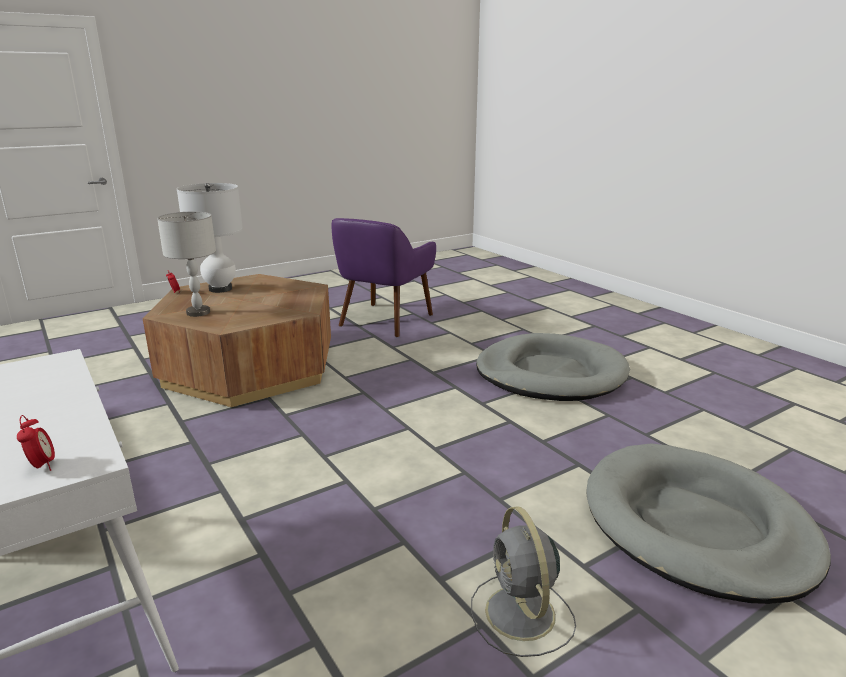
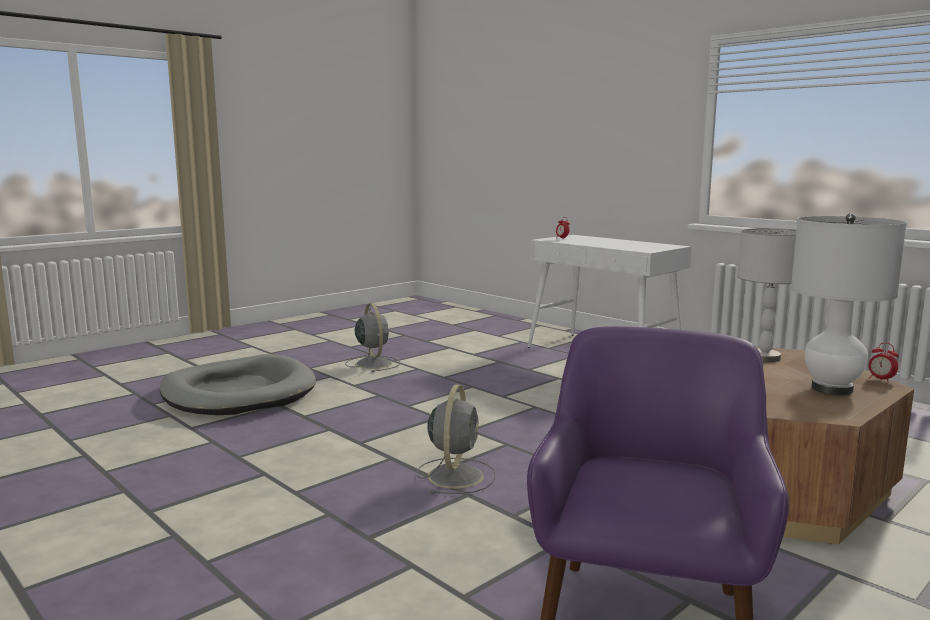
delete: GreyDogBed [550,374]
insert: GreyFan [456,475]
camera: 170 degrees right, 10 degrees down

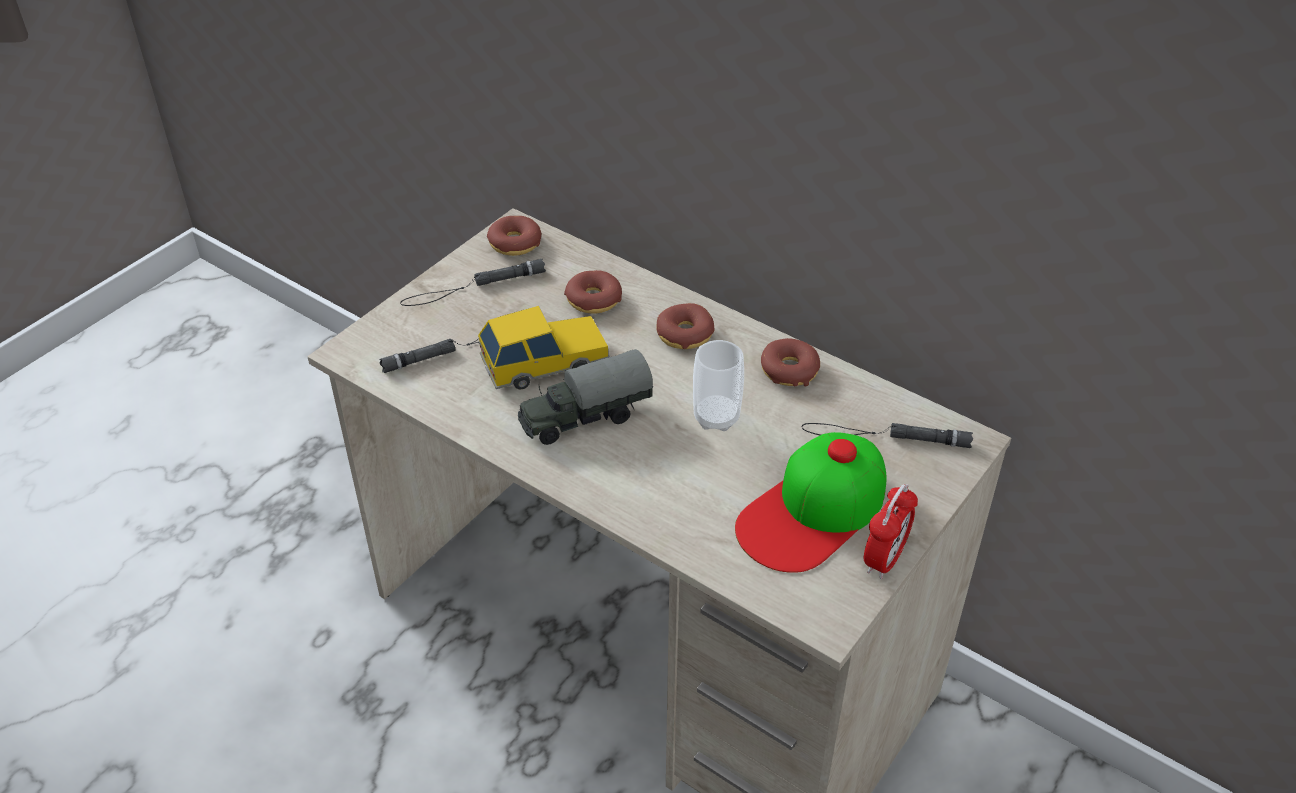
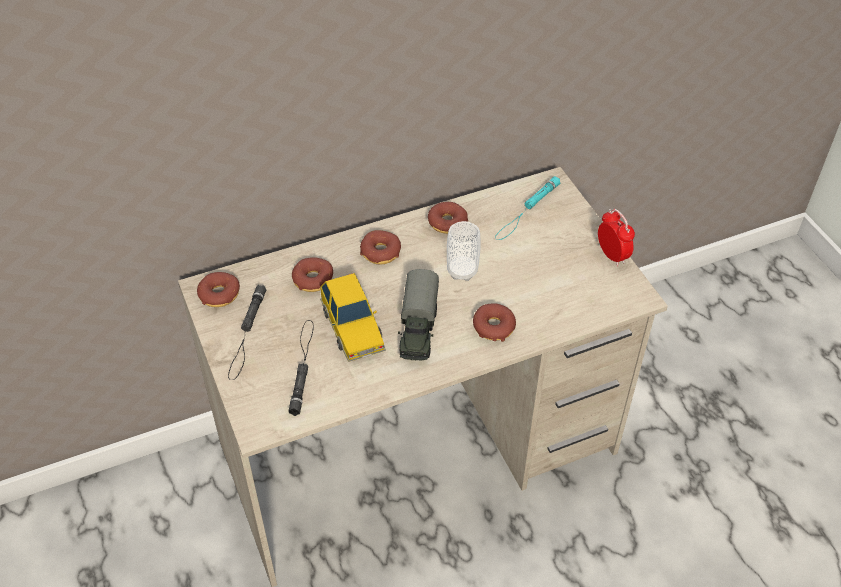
delete: Cap [813,511]
insert: Donut [493,327]
recolor: BlackFlashlight [885,436] to TurquoiseFlashlight [527,211]
rotate: ToyCar [545,362] = [353,327] 150 degrees clockwise
camera: 60 degrees left, 5 degrees up

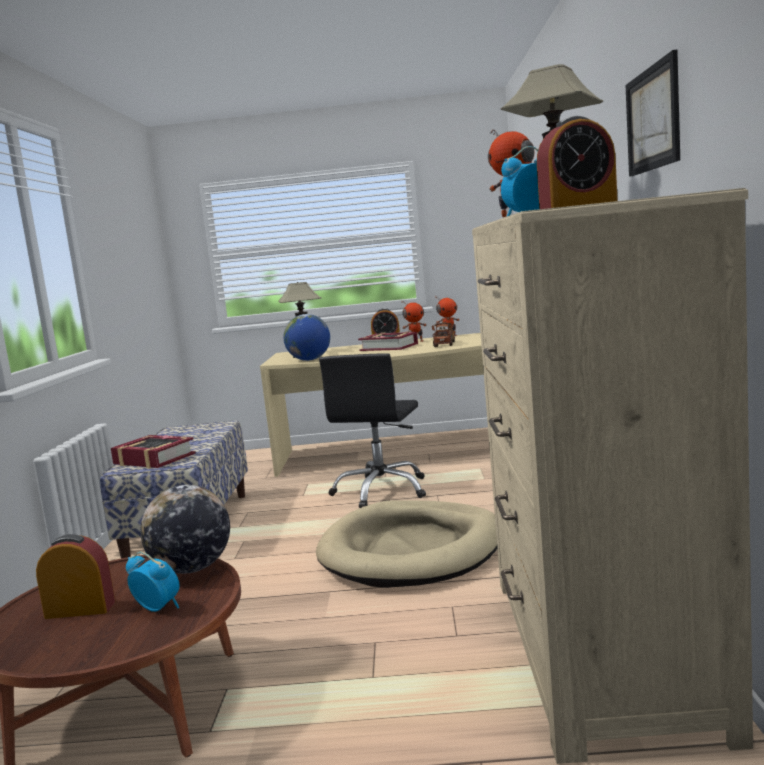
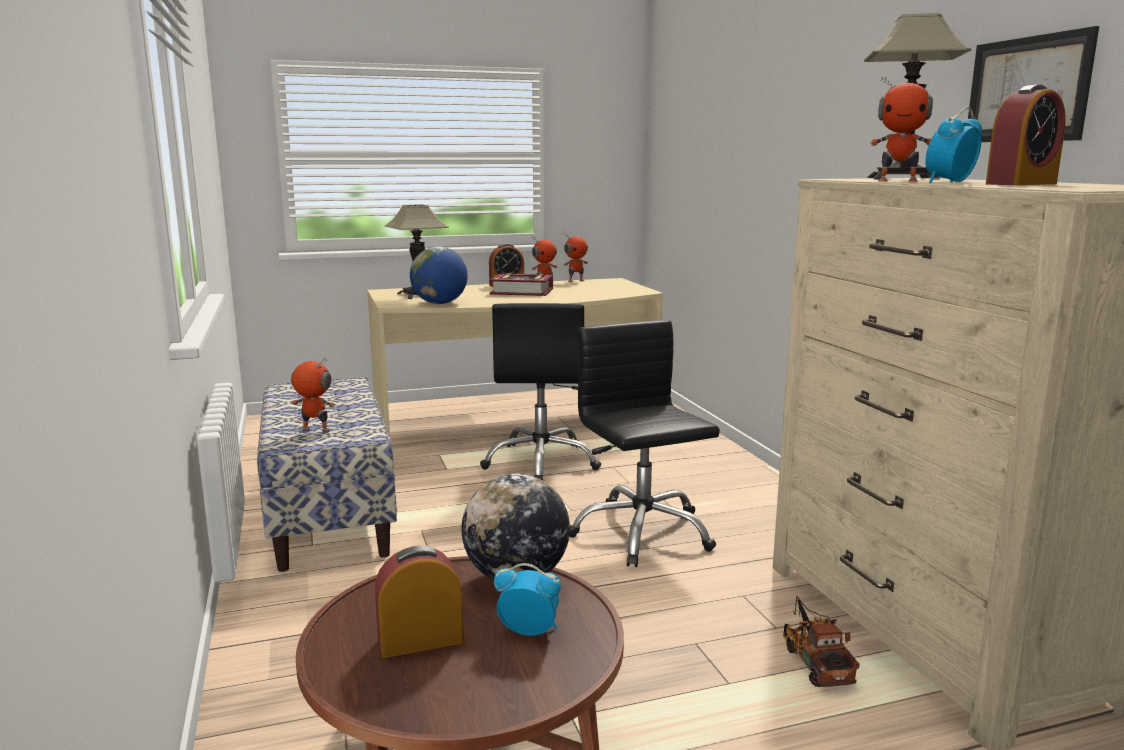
move: ToyTruck [445,344] to [814,660]
replace: Book [154,459] to ToyRobot [315,431]; BeigeDogBed [412,550] to BlackOfficeChair [641,532]
camera: 20 degrees left, 5 degrees up

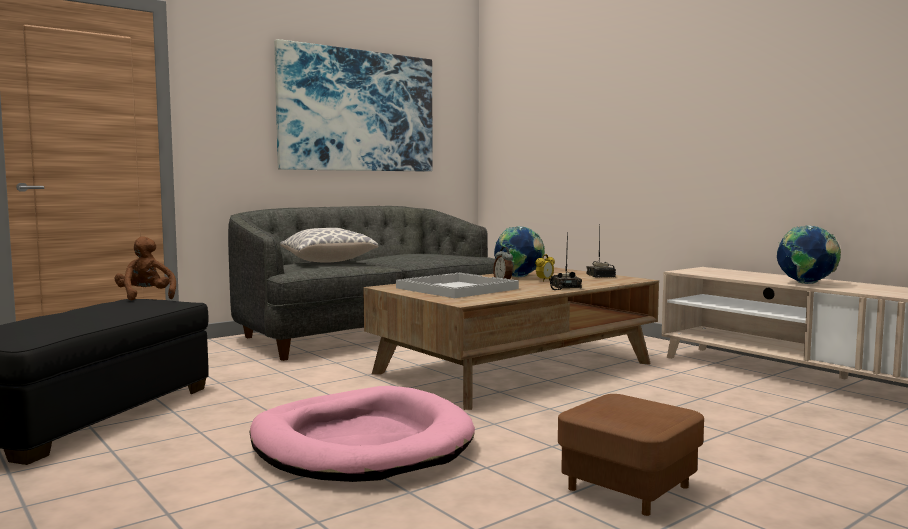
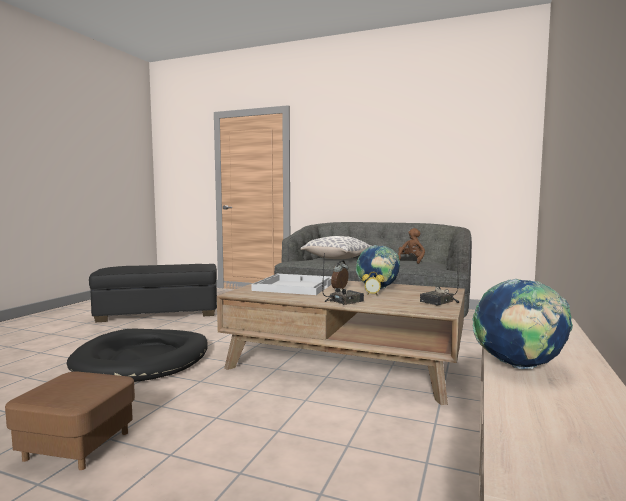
delete: Picture [358,111]
move: BrownPlushToy [146,297] to [411,261]
recolor: PinkDogBed [361,443] to BlackDogBed [143,360]
camera: 60 degrees right, 0 degrees up

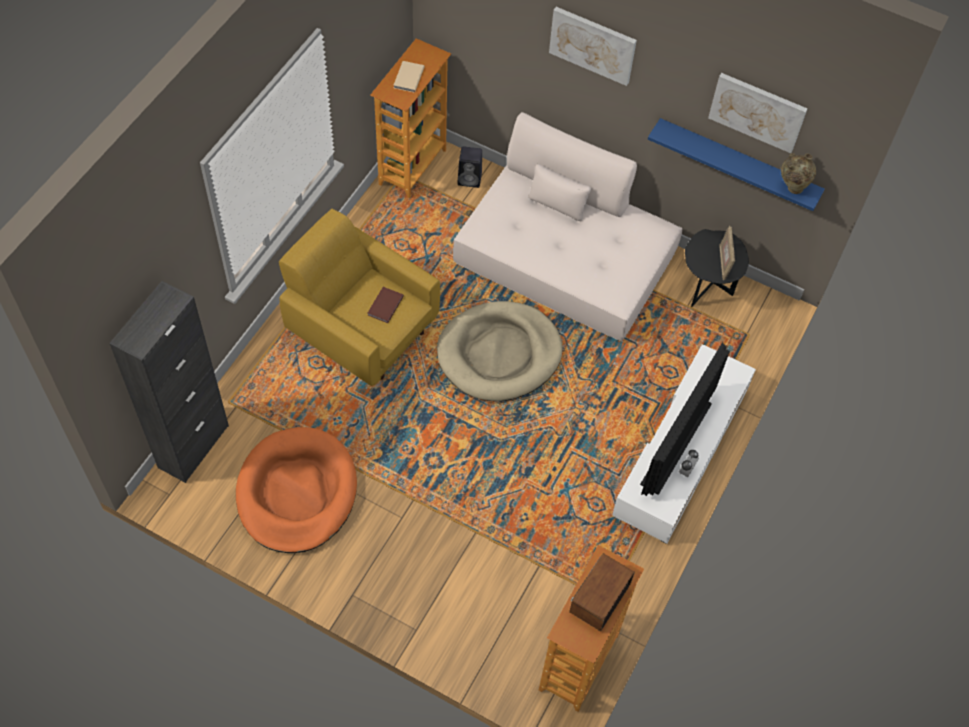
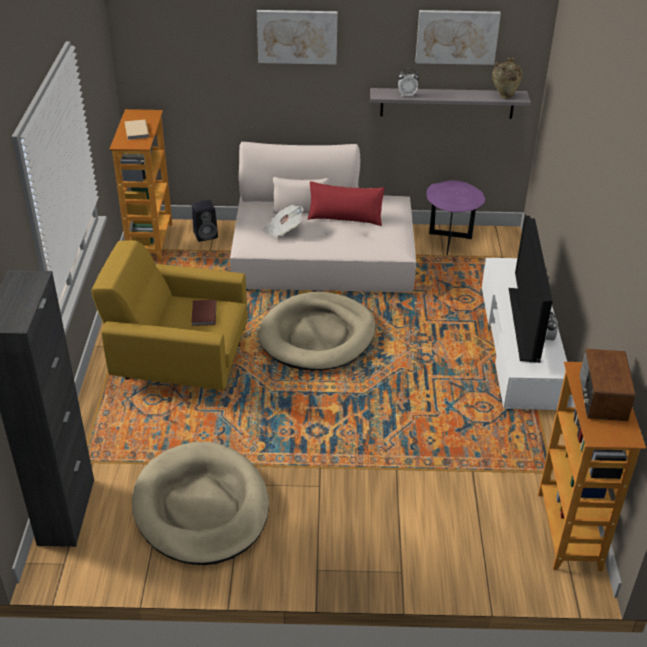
delete: PictureFrame [723,263]
insert: AlarmClock [407,95]; RedPillow [345,218]; Newspaper [283,230]
recolor: BlueShelf [737,163] to GreyShelf [447,103]; BlackSideTable [705,292] to PurpleSideTable [449,243]; OrangeDogBed [297,492] to BeigeDogBed [201,507]
camera: 25 degrees left, 20 degrees down

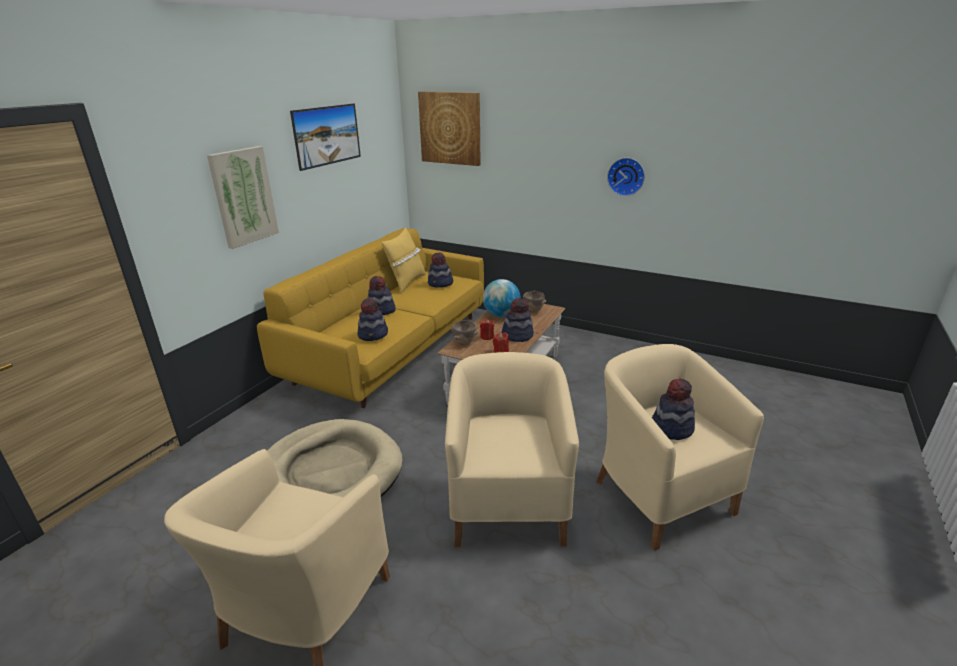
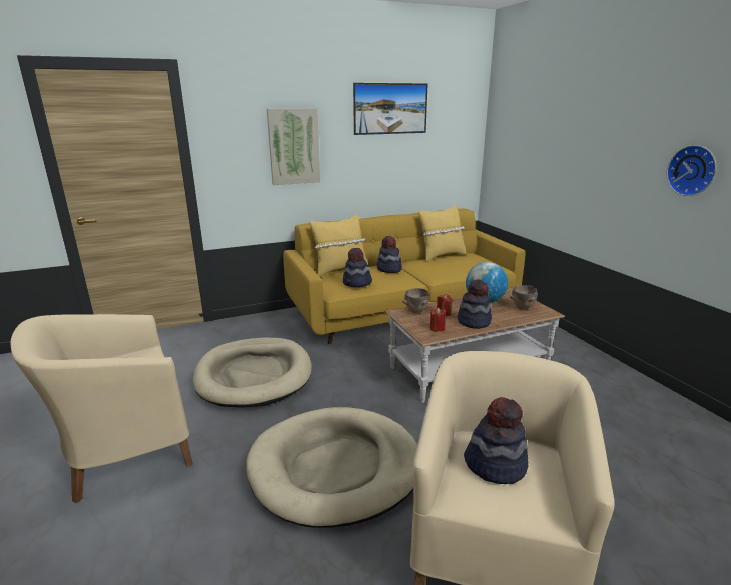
delete: Picture [450,128]; Hat [440,284]
insert: YellowPillow [340,270]
replace: BeigeArmchair [508,504] to BeigeDogBed [336,468]
camera: 40 degrees right, 5 degrees down

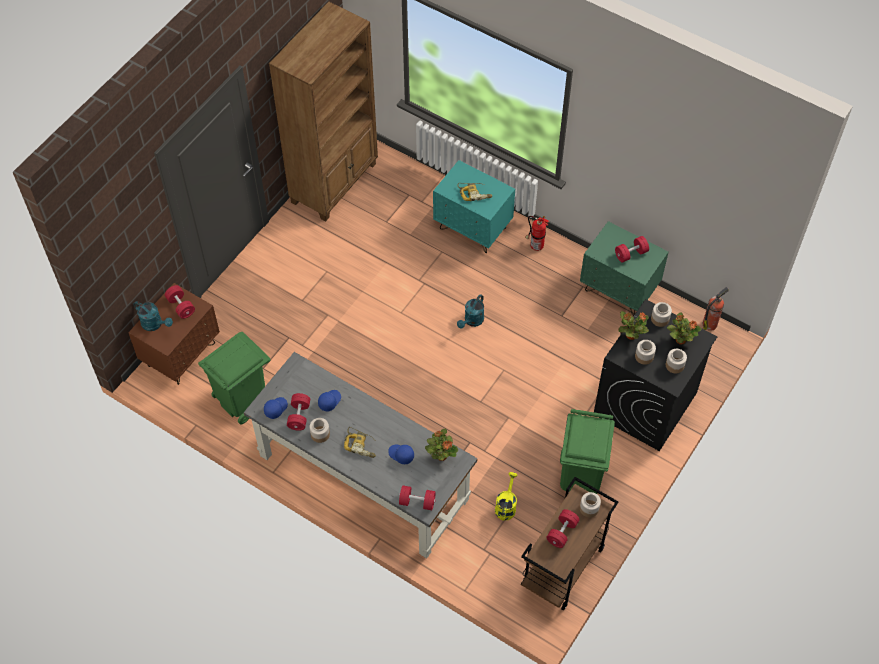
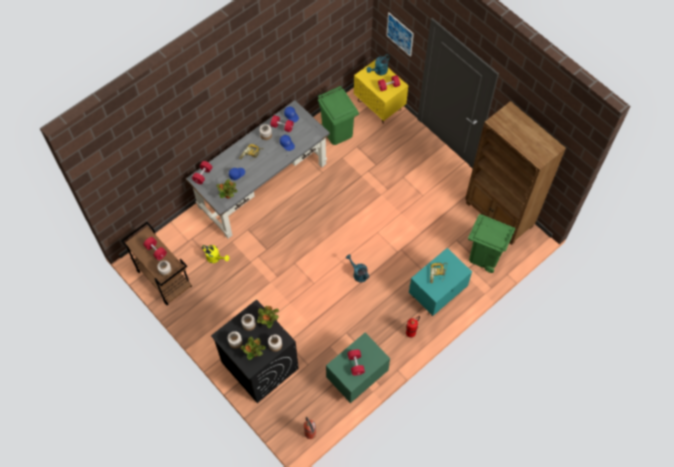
insert: Picture [400,34]
move: GreenTrashCan [581,475] to [484,256]
recolor: BrownNightstand [181,355] to YellowNightstand [379,106]
camera: 105 degrees right, 5 degrees up

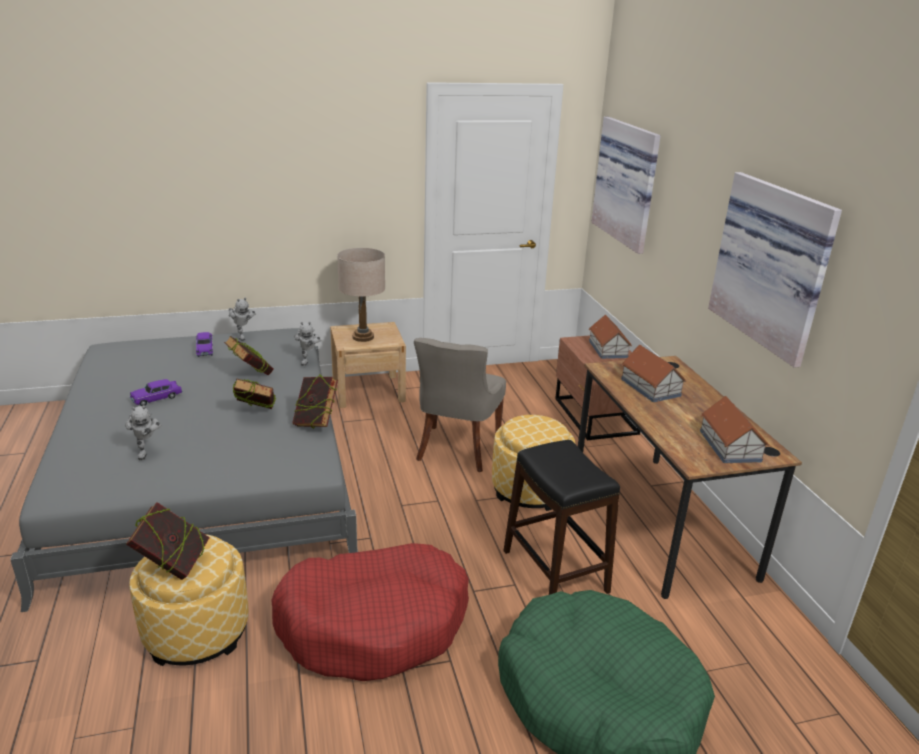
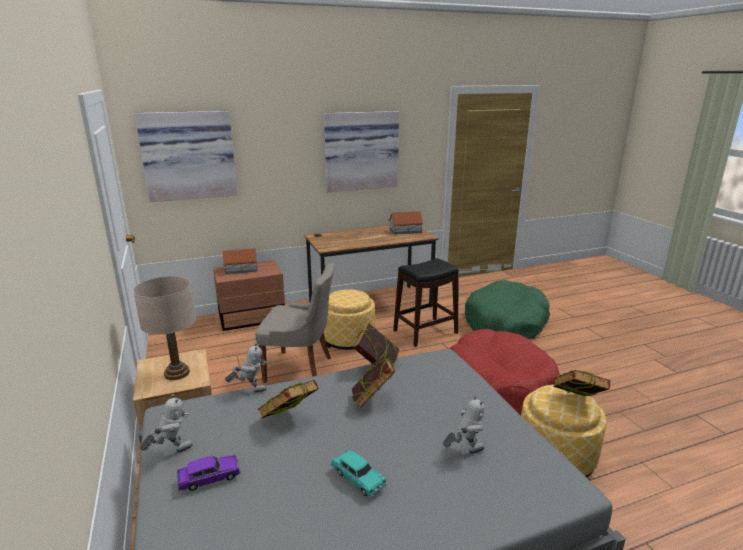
delete: ToyHouse [650,387]
recolor: PurpleToyCar [157,398] to TurquoiseToyCar [358,479]
camera: 95 degrees left, 5 degrees down

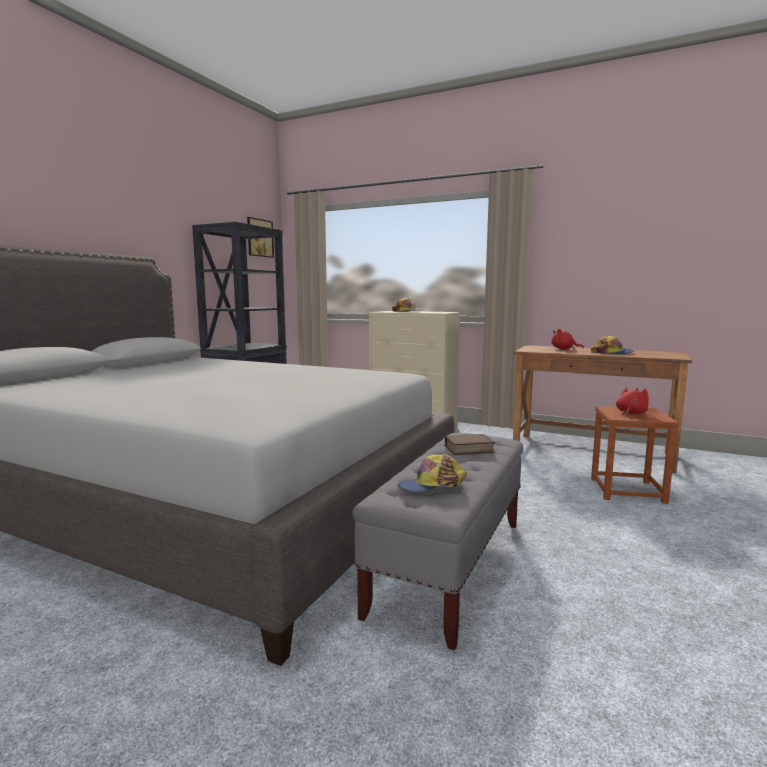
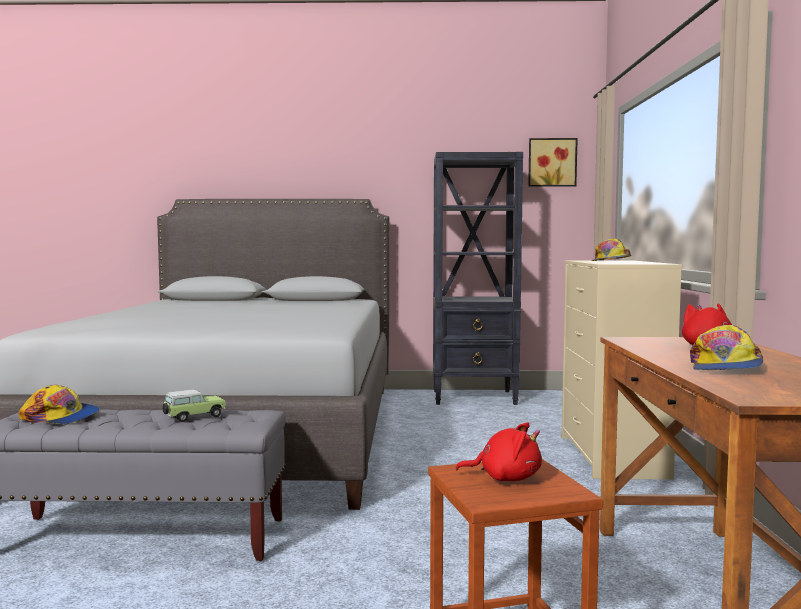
replace: Book [469,449] to ToyCar [192,417]
rotate: Cap [432,486] = [61,417] 150 degrees clockwise
camera: 65 degrees right, 5 degrees down

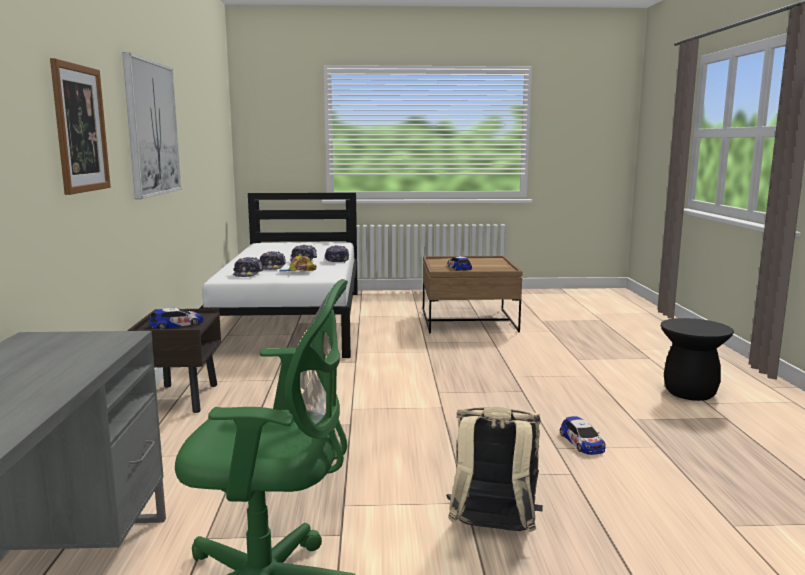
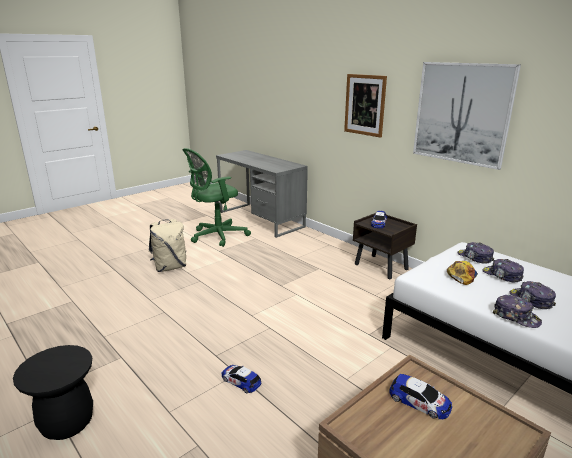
move: ToyCar [582,442] to [241,381]
camera: 140 degrees right, 10 degrees up

